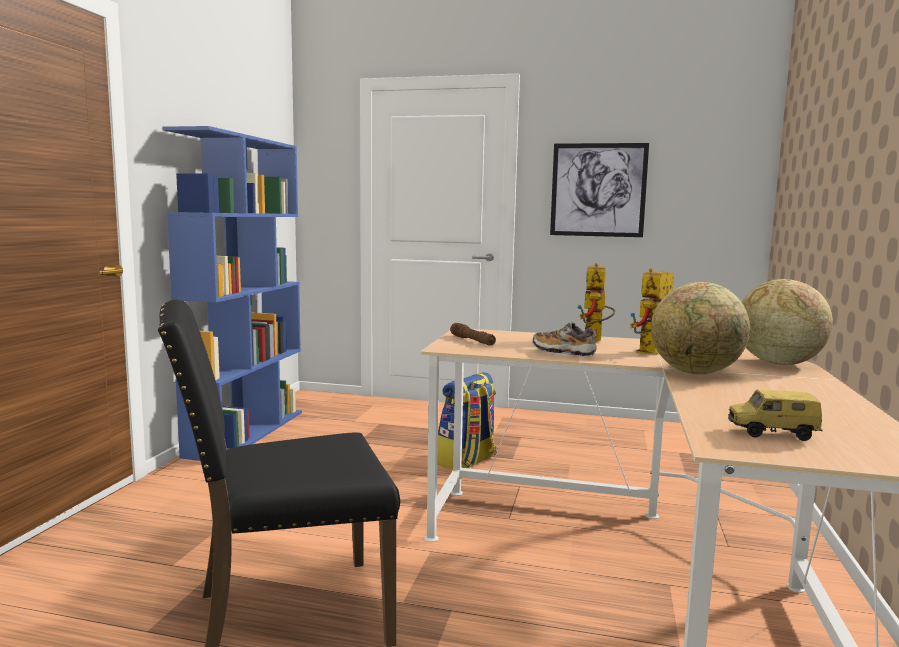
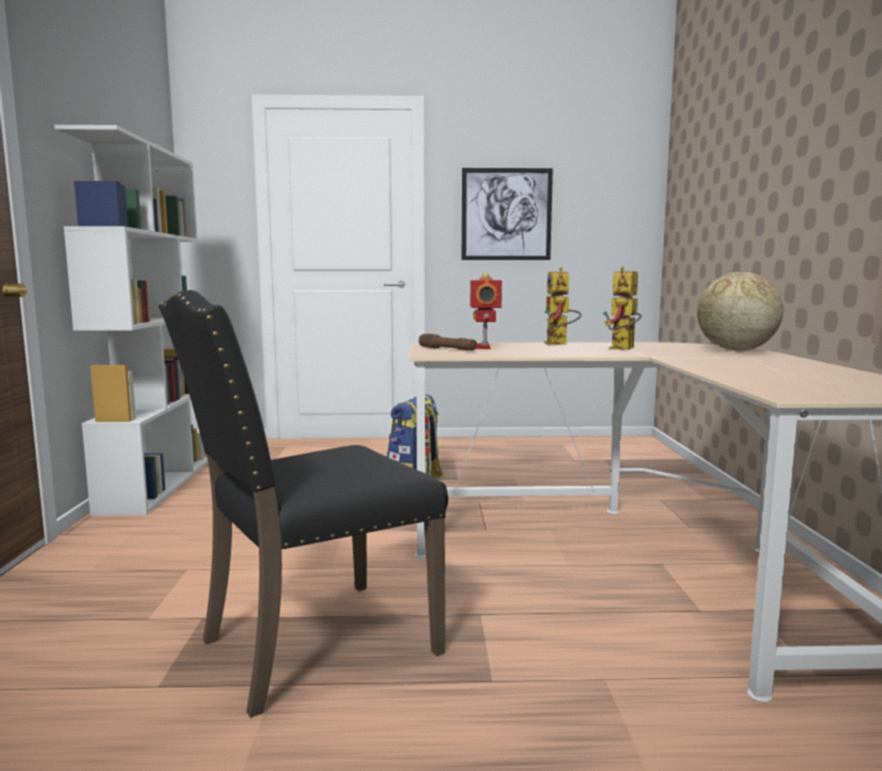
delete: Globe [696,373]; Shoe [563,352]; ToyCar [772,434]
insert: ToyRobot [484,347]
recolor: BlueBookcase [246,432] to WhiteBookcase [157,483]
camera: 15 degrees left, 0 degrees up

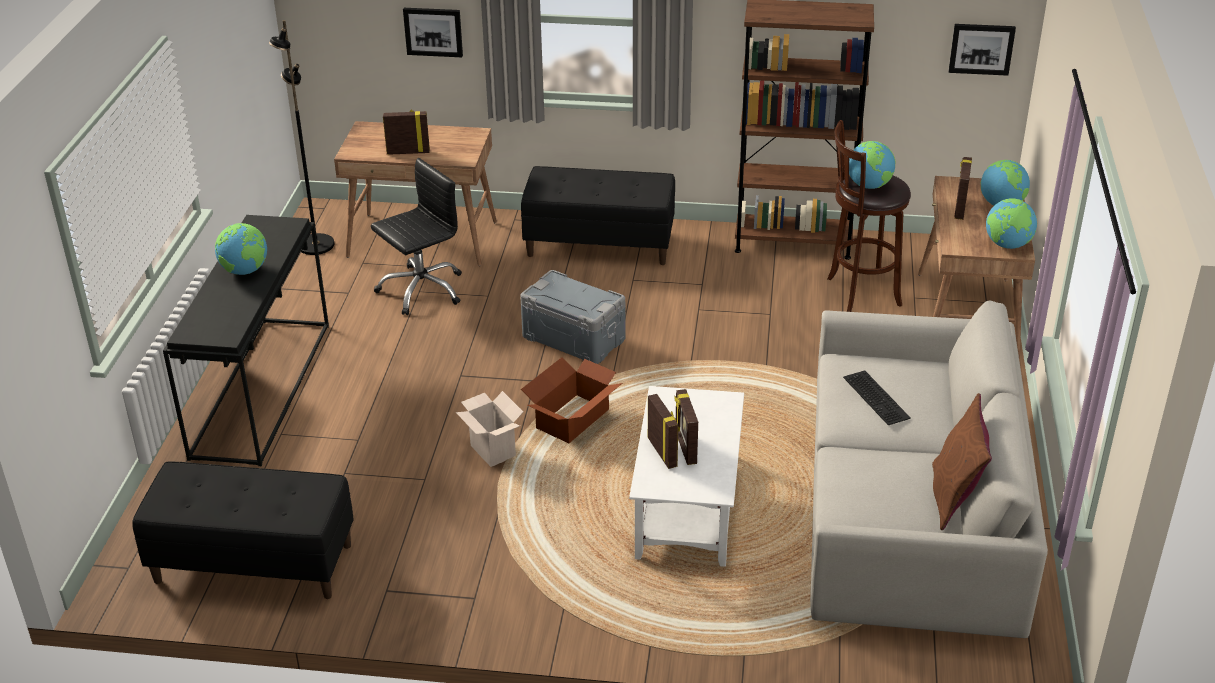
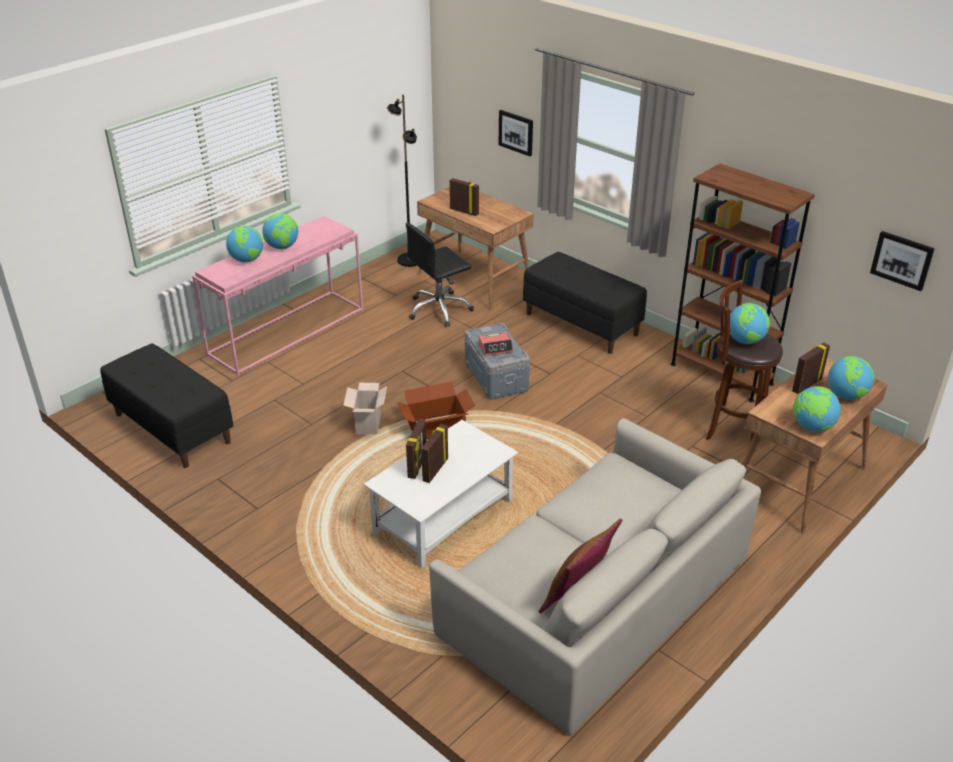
delete: Keyboard [878,397]
insert: Globe [247,260]; AlarmClock [496,348]
recolor: BlackConsoleTable [261,388] to PinkConsoleTable [287,331]
rotate: BlackOfficeChair [421,289] = [439,309] 150 degrees clockwise
camera: 35 degrees right, 0 degrees up

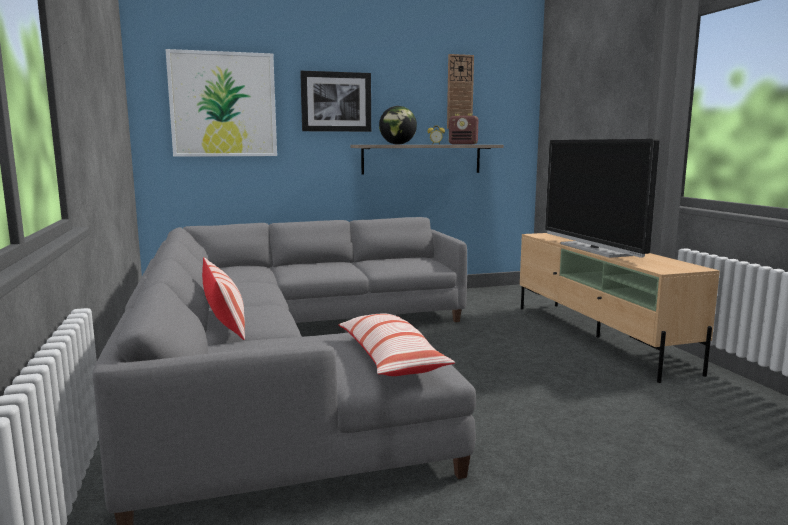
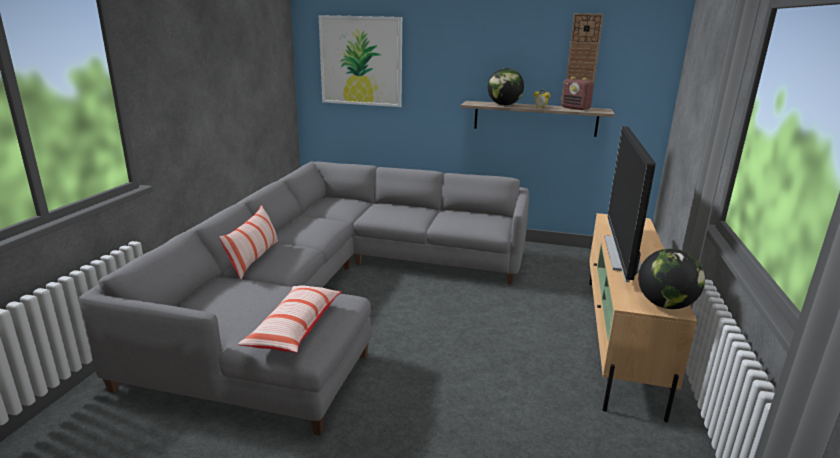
delete: Picture [336,102]
insert: Globe [665,305]
camera: 30 degrees right, 10 degrees up

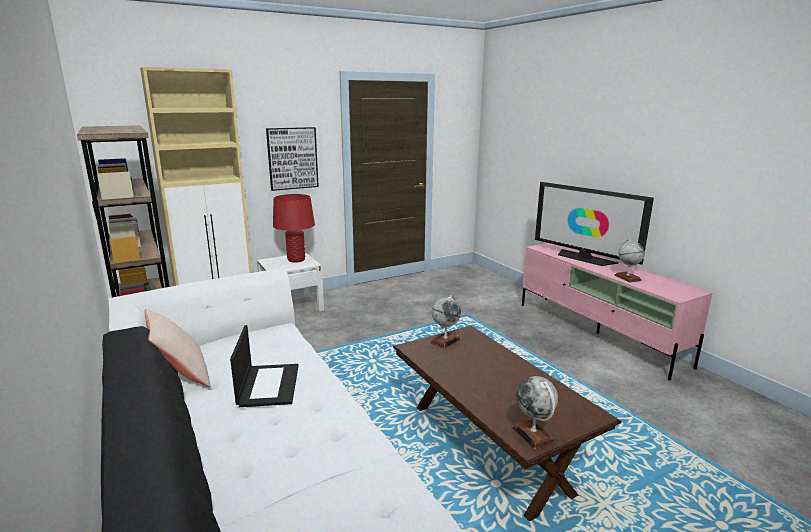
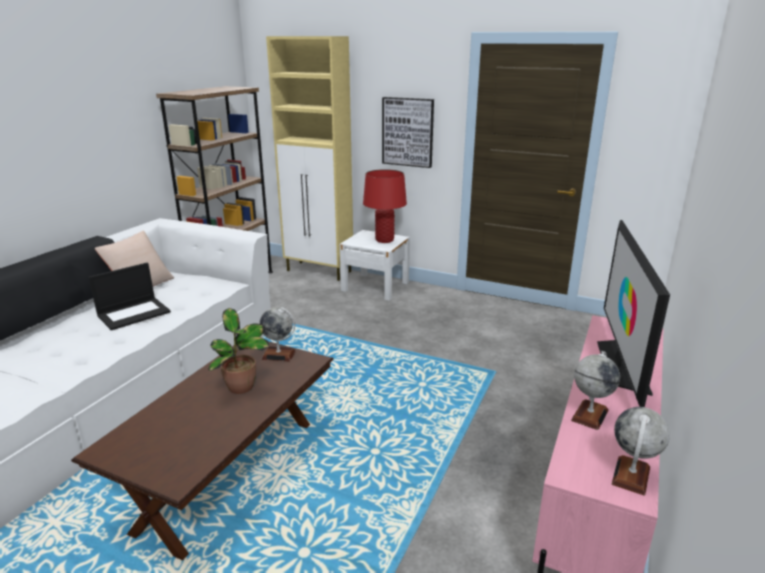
insert: PottedPlant [242,388]
move: Globe [533,434] to [631,476]
camera: 55 degrees right, 5 degrees up

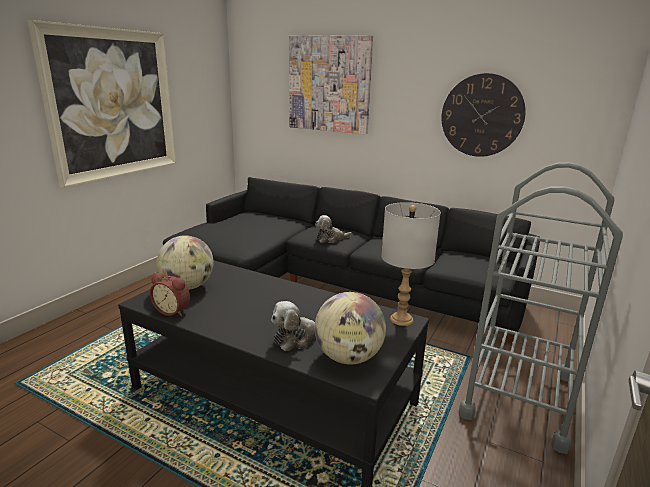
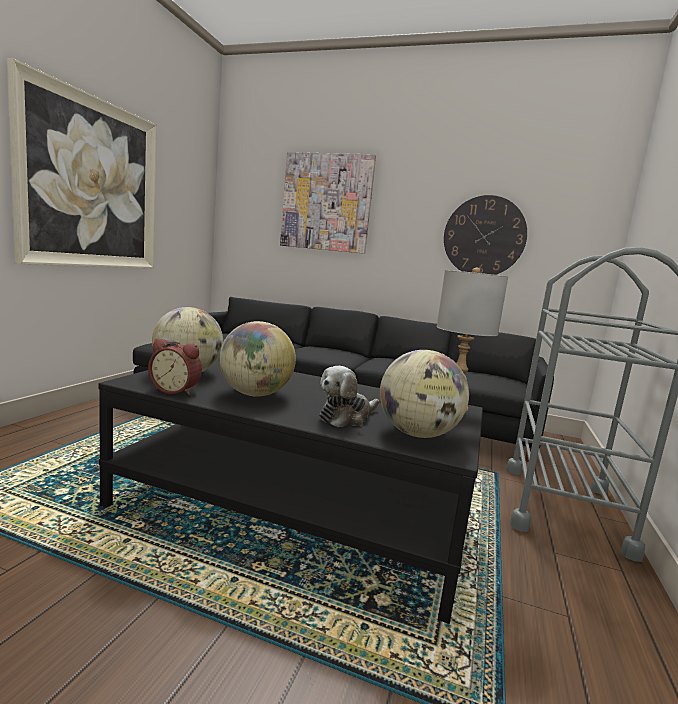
delete: PlushToy [331,239]
insert: Globe [255,394]
camera: 10 degrees left, 10 degrees down

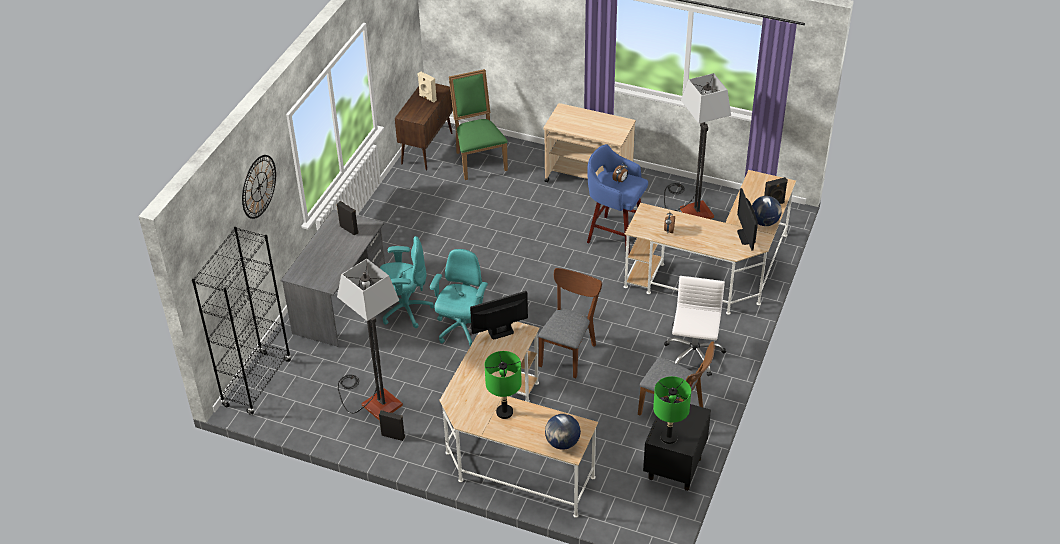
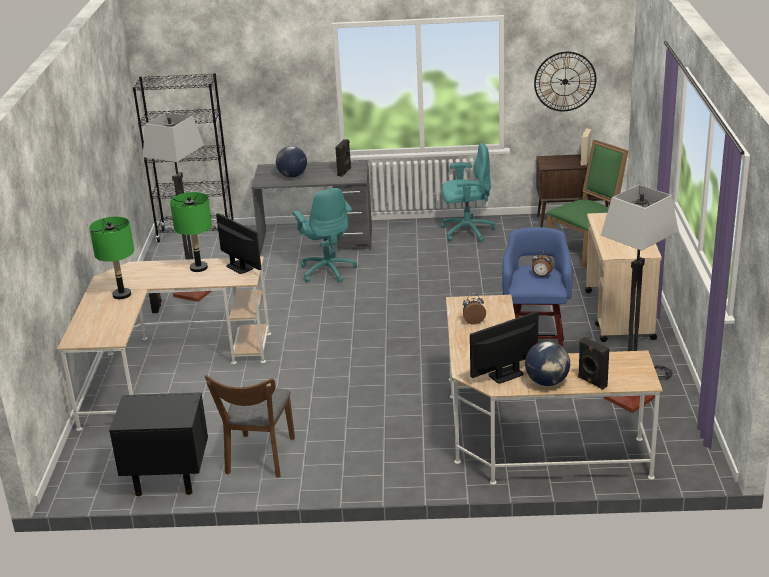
delete: BrownChair [569,352]; WhiteOfficeChair [693,354]
move: WallClock [259,186] to [565,81]; TurquoiseOfficeChair [462,329] to [466,231]; GreenTableLamp [669,437] to [198,268]; Globe [562,443] to [292,176]
camera: 70 degrees right, 15 degrees down

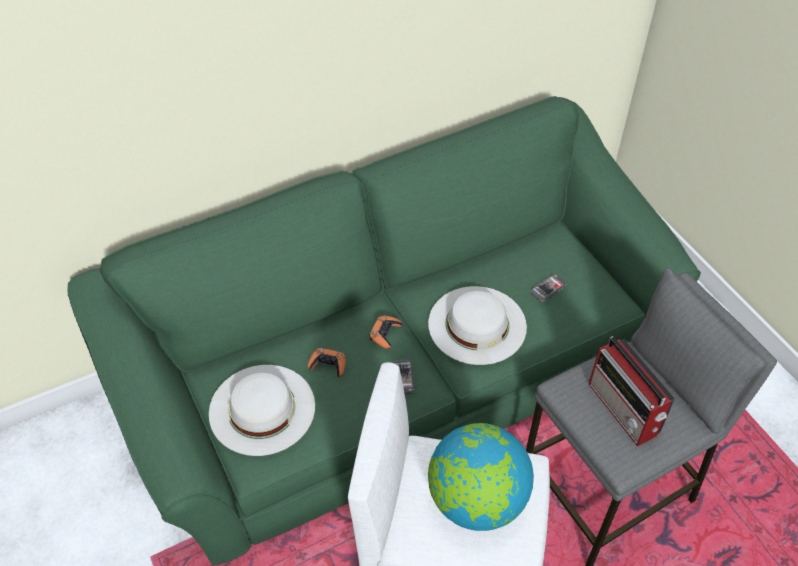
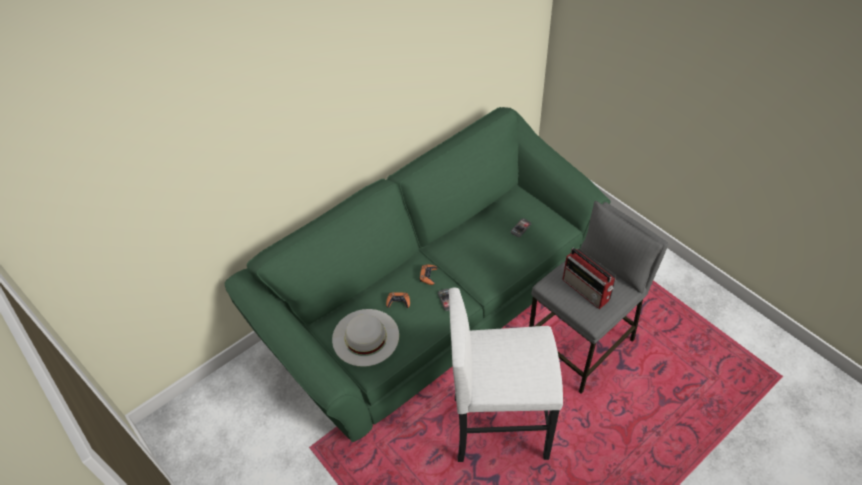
delete: WhiteHat [477,324]; Globe [476,500]
camera: 10 degrees left, 0 degrees up

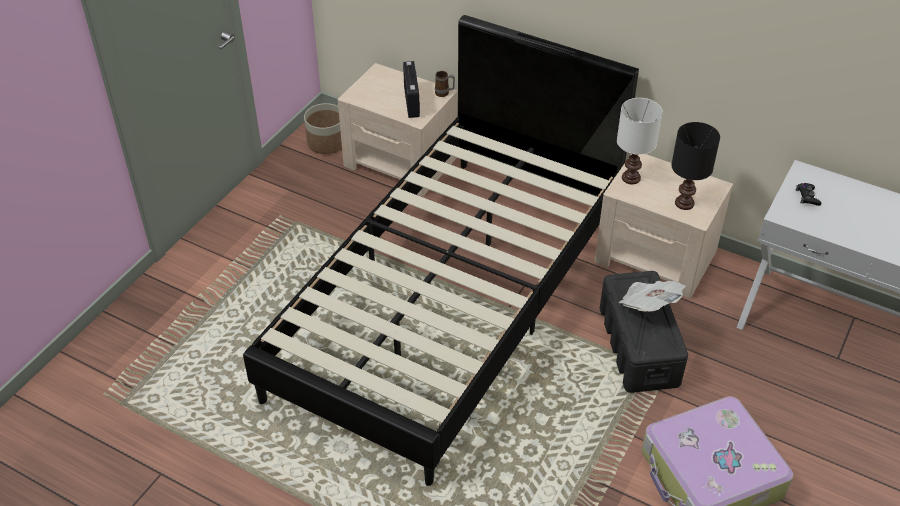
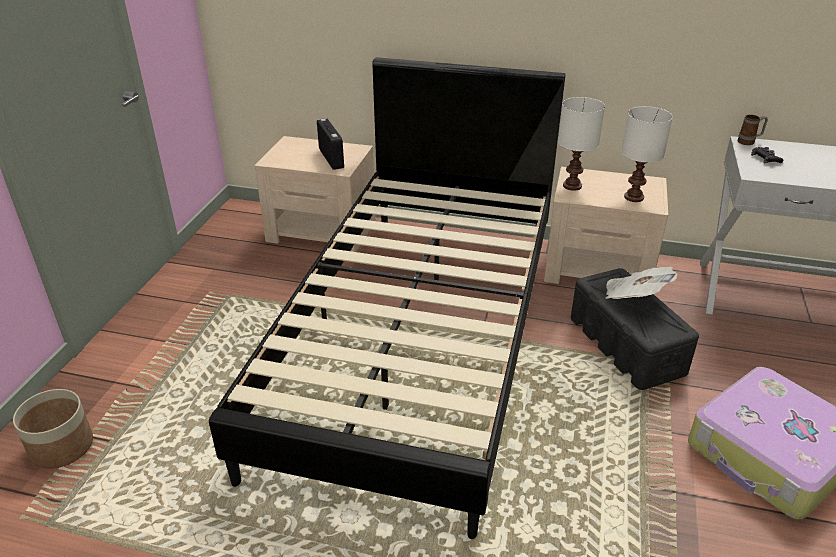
move: Mug [444,93] to [749,142]; Planter [327,142] to [62,446]
recolor: BlackTableLamp [684,204] to WhiteTableLamp [634,198]
camera: 15 degrees left, 10 degrees down

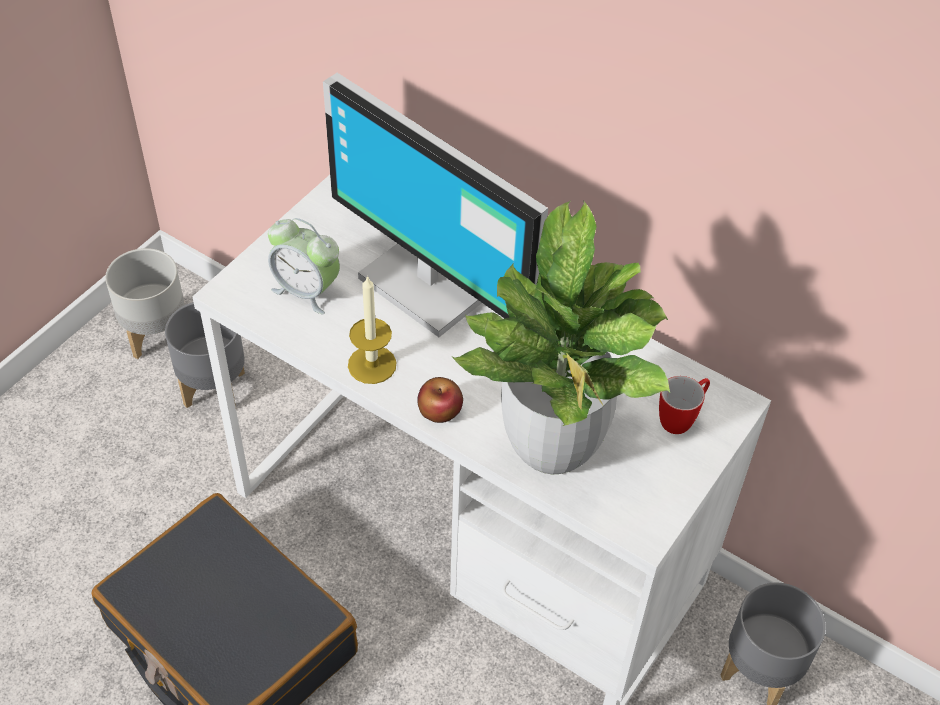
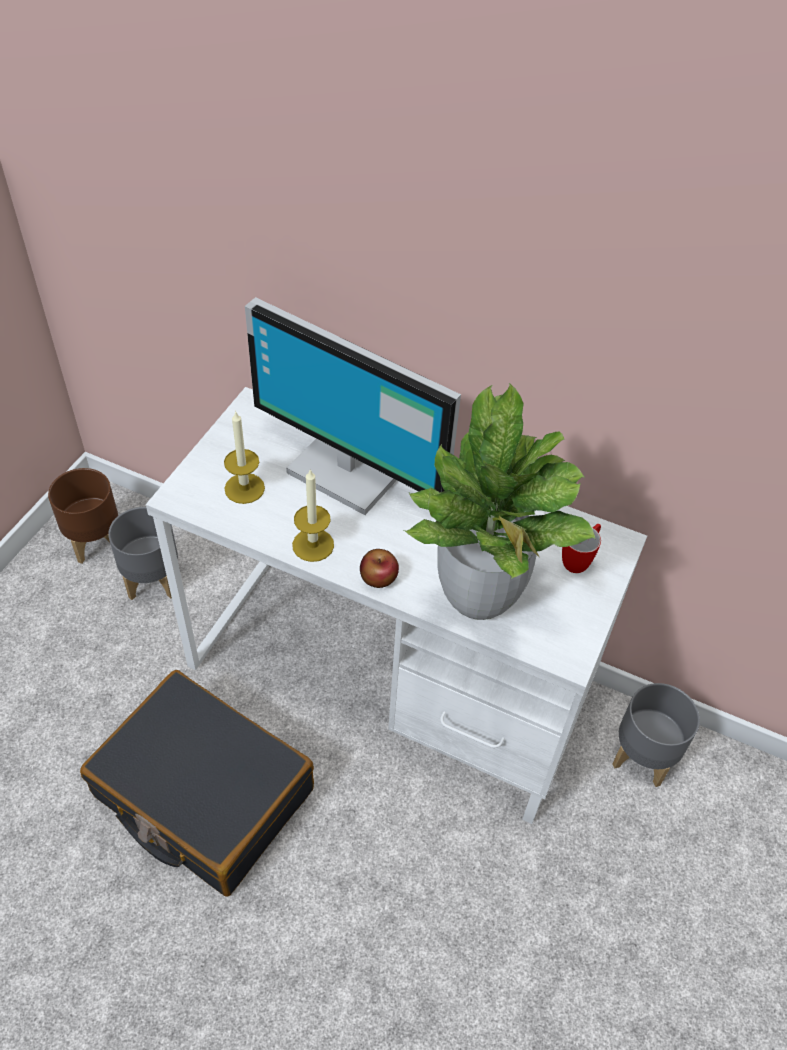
replace: AlarmClock [306,291] to Candle [244,488]
recolor: GreyPlanter [156,335] to BrownPlanter [95,541]
camera: 10 degrees left, 0 degrees up

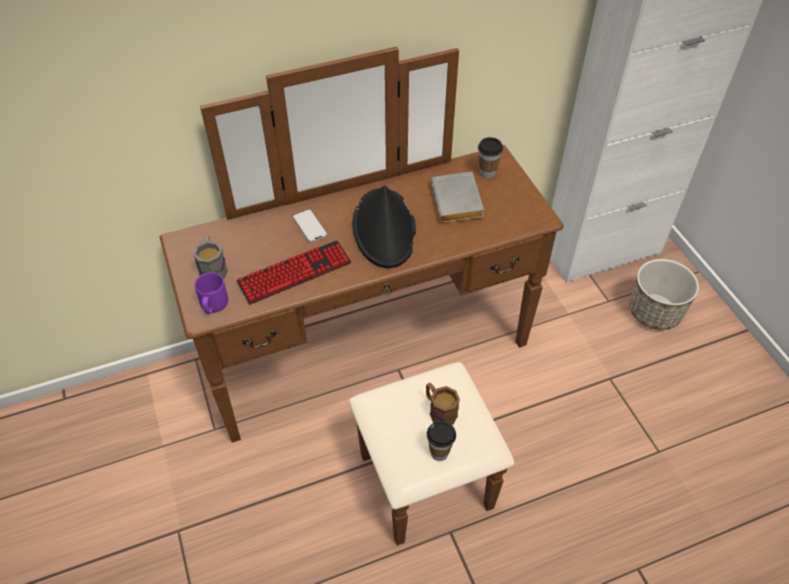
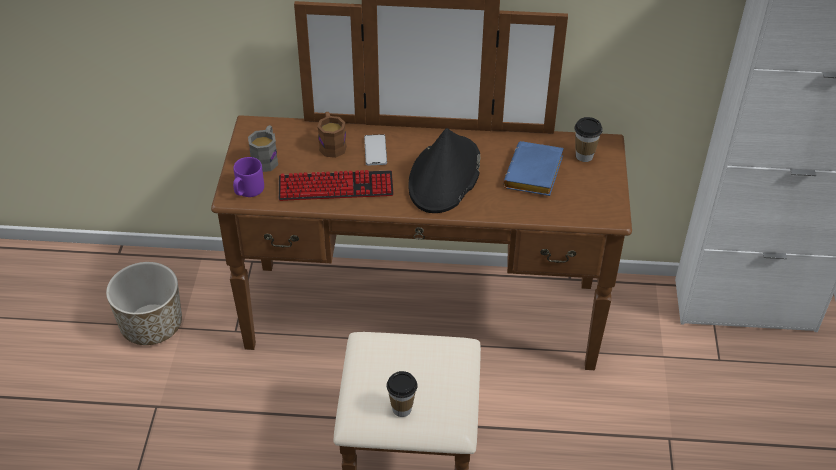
move: Planter [654,312] to [152,325]; BrownMug [439,410] to [331,144]
recolor: GreyBook [458,203] to BlueBook [535,175]
camera: 25 degrees right, 5 degrees down

